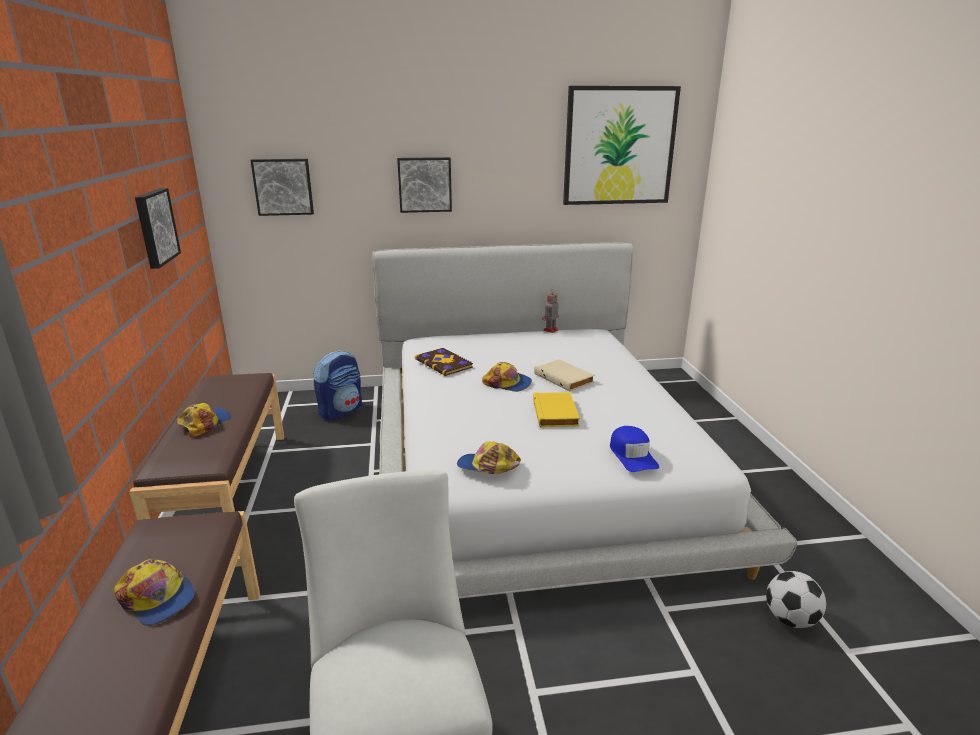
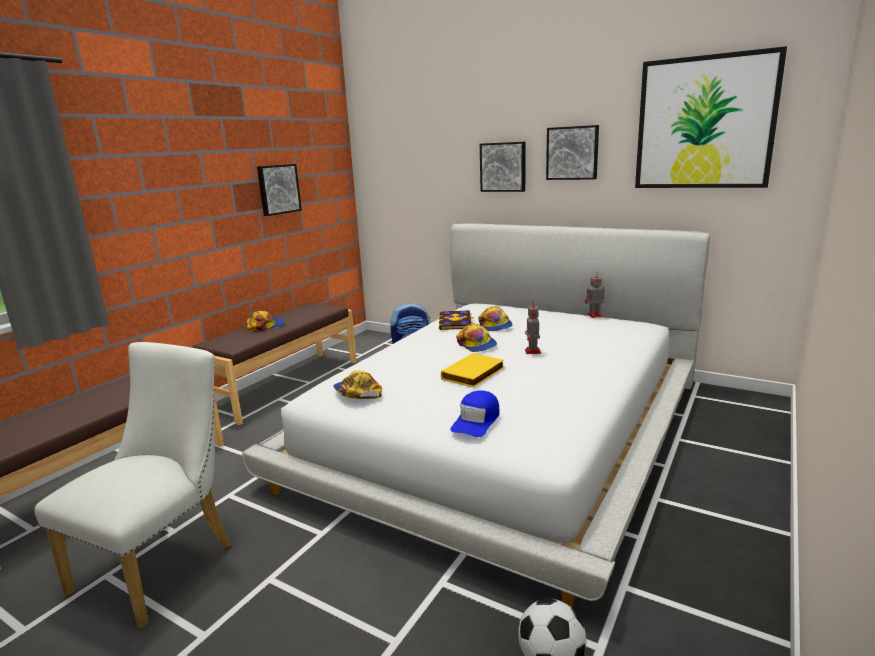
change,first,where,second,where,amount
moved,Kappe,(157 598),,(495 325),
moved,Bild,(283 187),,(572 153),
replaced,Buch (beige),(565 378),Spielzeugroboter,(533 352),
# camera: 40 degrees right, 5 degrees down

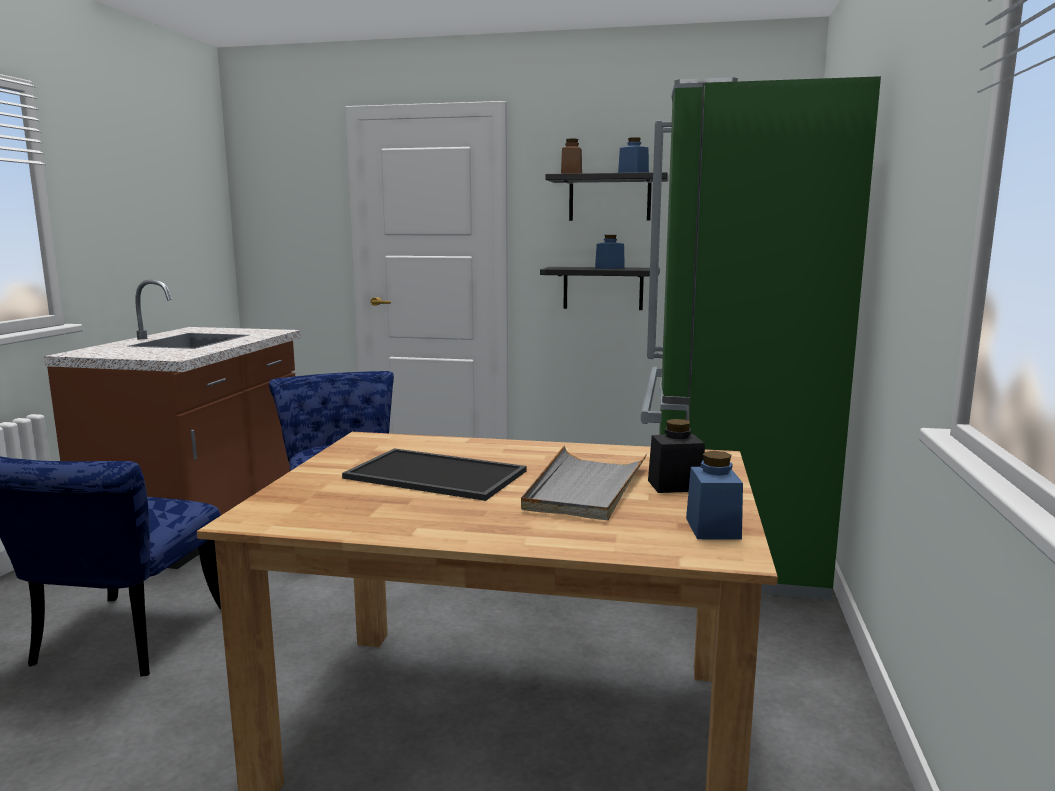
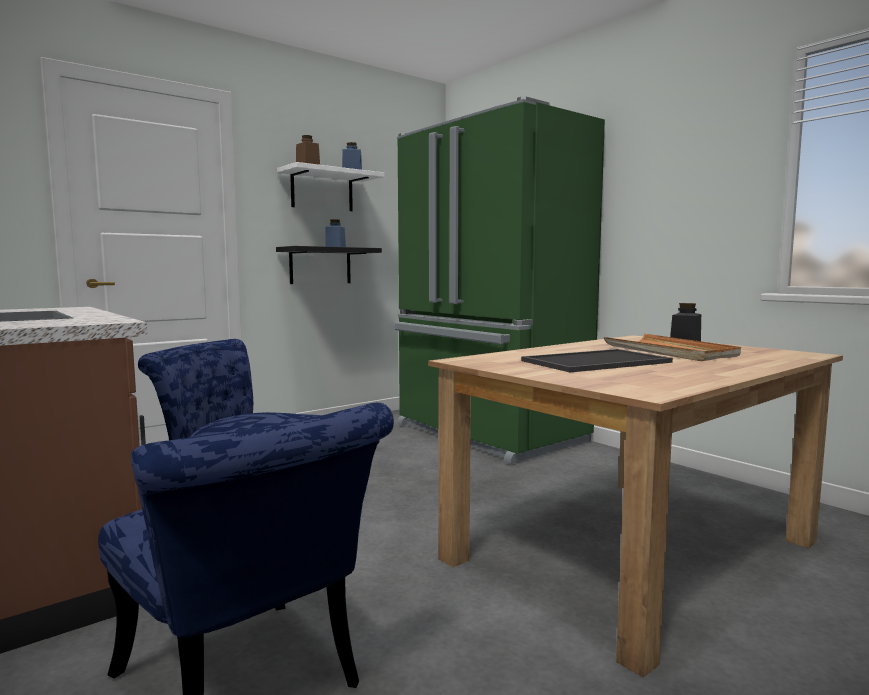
change,first,where,second,where,amount
recoloured,Tablett (grau),(585 488),Tablett (orange),(669 352),
recoloured,Wandregal (schwarz),(609 198),Wandregal (weiß),(322 191),
removed,Vorratsglas (blau),(713 528),,,
# camera: 50 degrees left, 5 degrees down

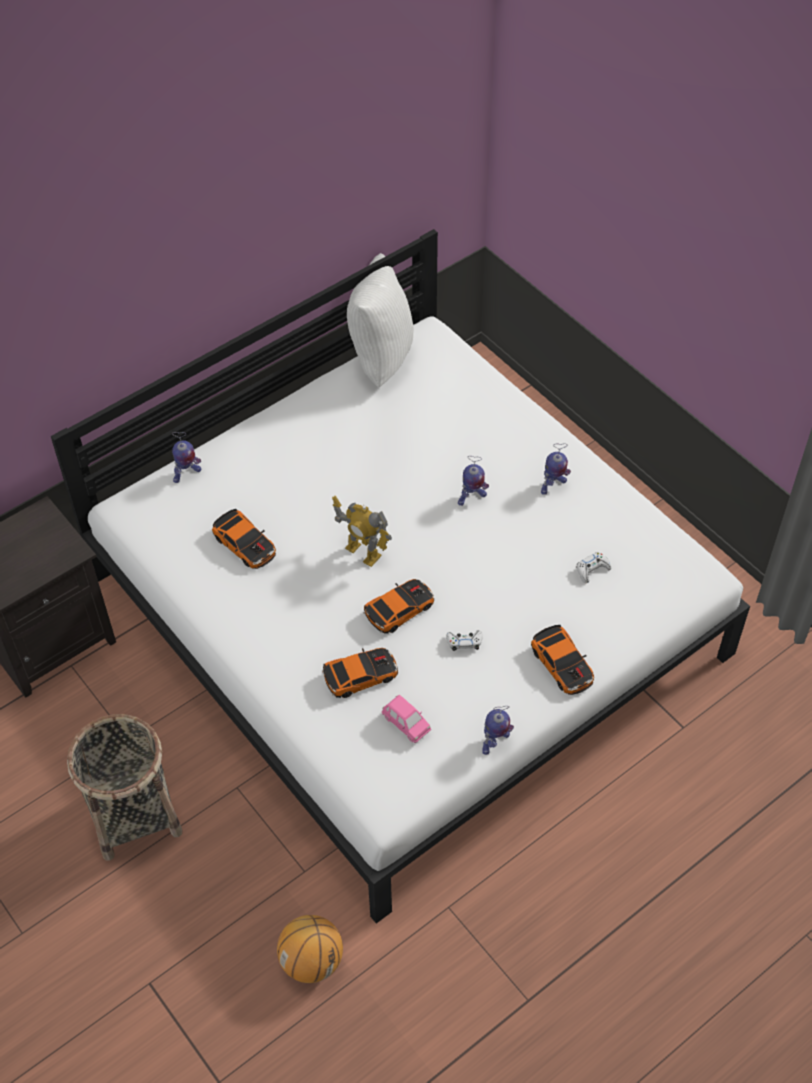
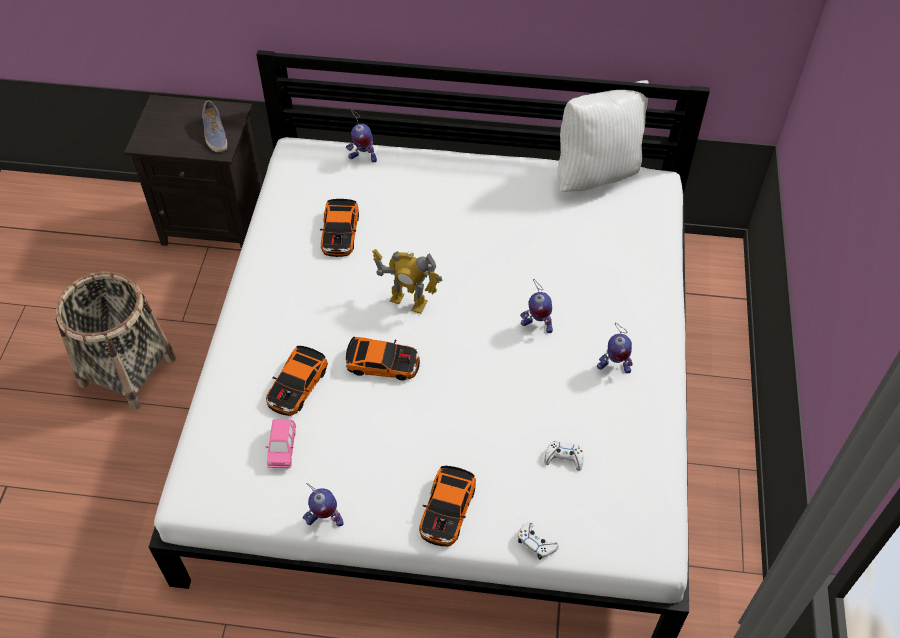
change,first,where,second,where,amount
removed,Basketball,(312 960),,,
turned,Spielzeugauto,(360 675),,(297 385),90 degrees clockwise
turned,Spielzeugroboter,(363 552),,(408 301),60 degrees counterclockwise
moved,Gamepad (weiß),(464 642),,(536 543),
added,,,Schuh,(214 134),
# camera: 45 degrees right, 0 degrees up

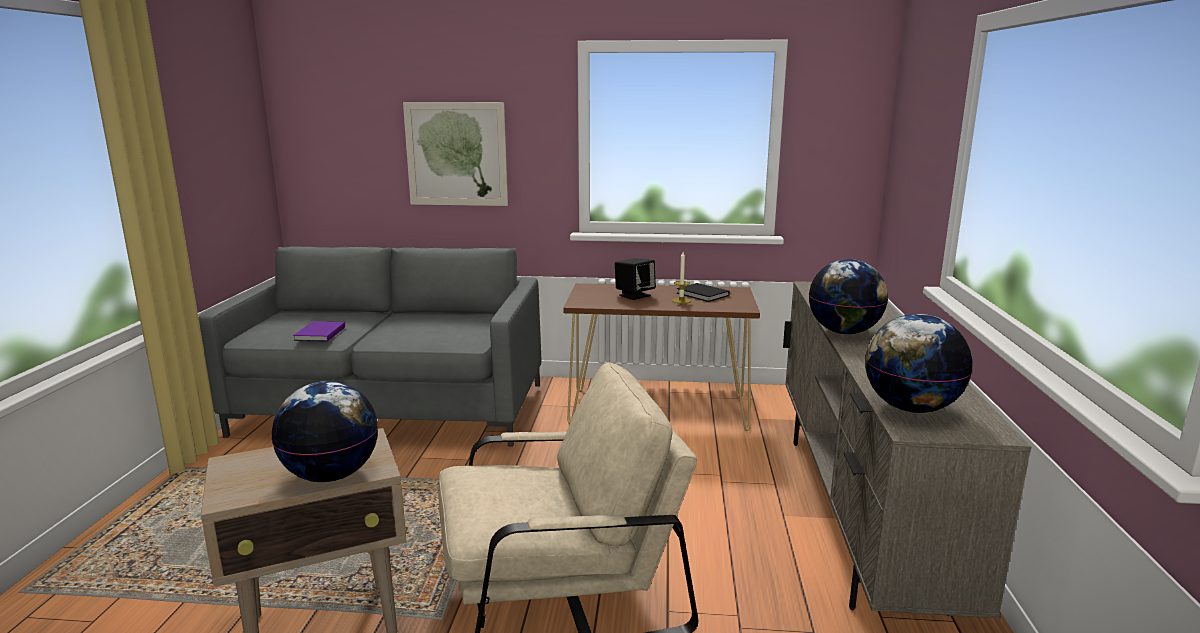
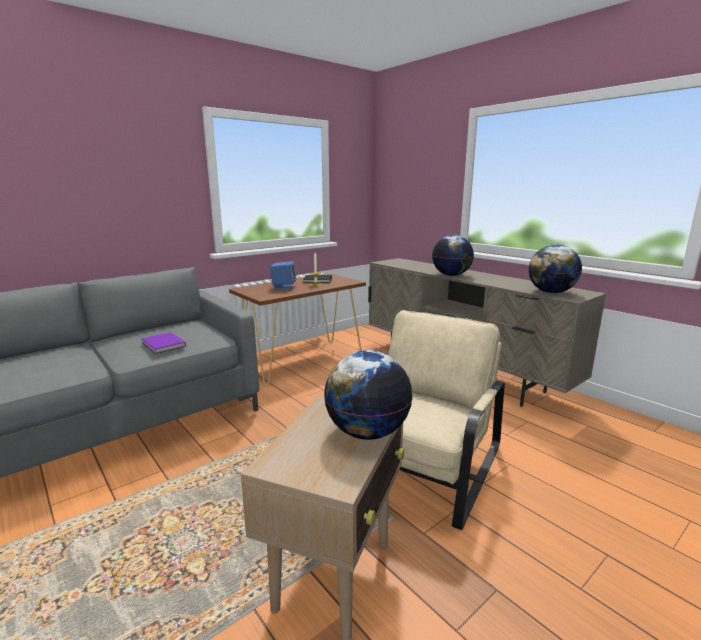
change,first,where,second,where,amount
moved,Buch (lila),(319 334),,(163 345),
removed,Bild,(456 154),,,
recoloured,Lautsprecher (schwarz),(634 295),Lautsprecher (blau),(284 287),
# camera: 45 degrees left, 0 degrees up

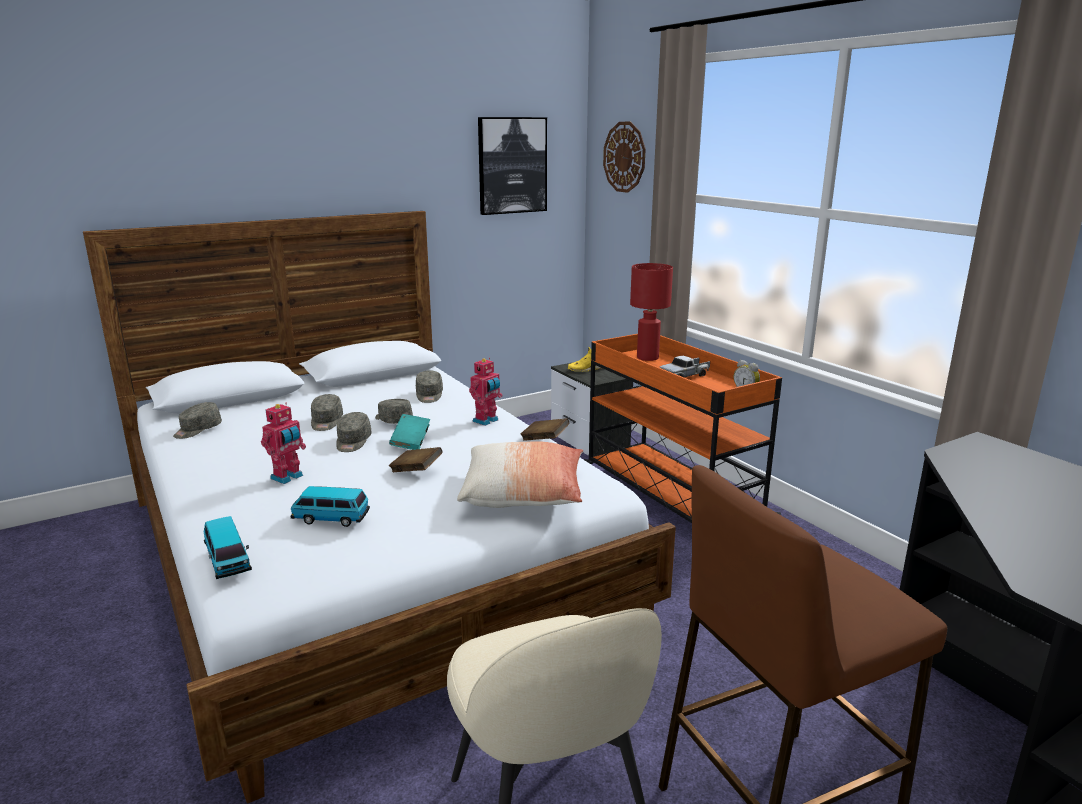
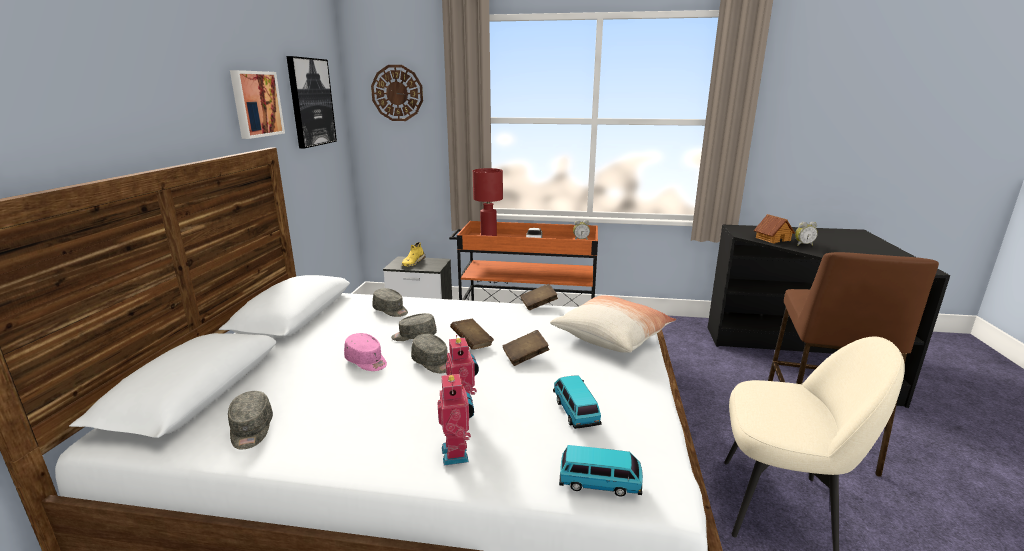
change,first,where,second,where,amount
turned,Spielzeugauto,(331 518),,(575 411),120 degrees clockwise
recoloured,Kappe (grau),(326 422),Kappe (rosa),(367 361),
recoloured,Buch (türkis),(411 442),Buch (braun),(472 343),
moved,Spielzeugroboter,(486 421),,(457 454),
added,,,Bild,(255 104),
added,,,Spielzeughaus,(772 239),
added,,,Wecker,(803 245),
# camera: 50 degrees left, 0 degrees up

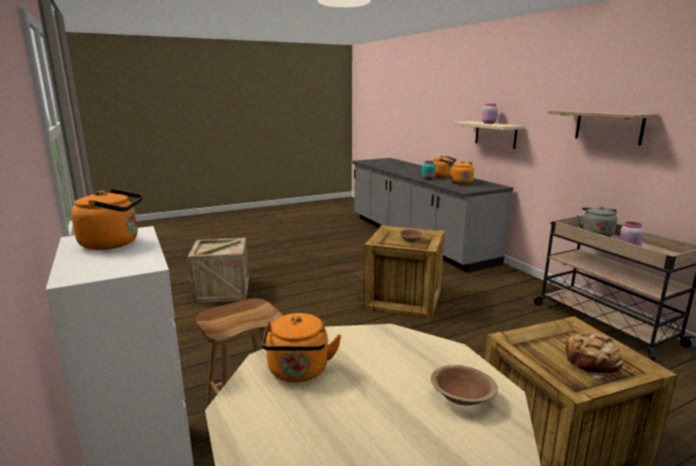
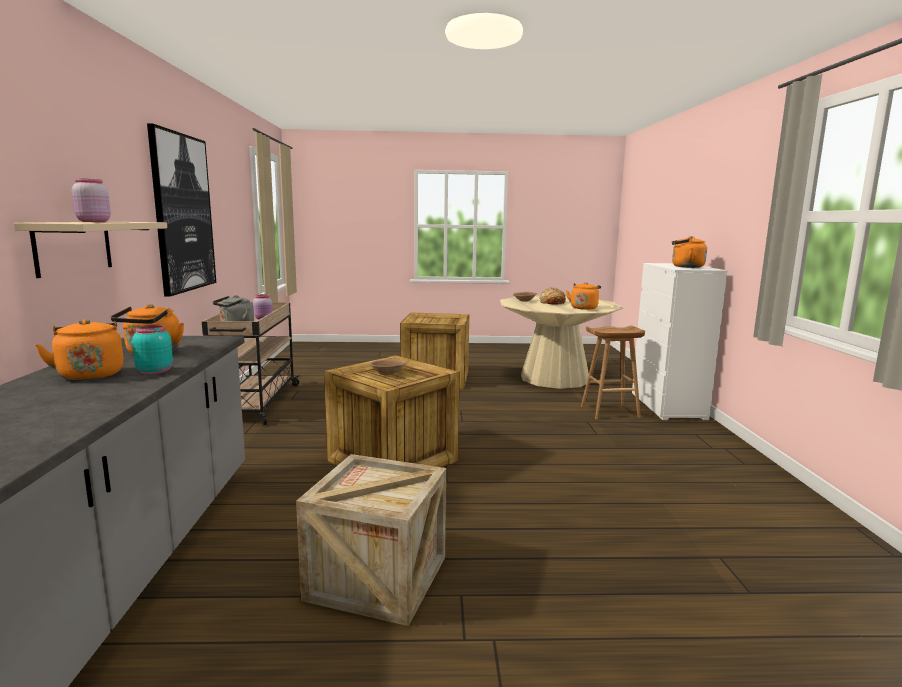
change,first,where,second,where,amount
moved,Kiste,(222 291),,(377 578),
replaced,Wandregal,(608 126),Bild,(183 213),
moved,Brot,(592 363),,(552 302),
# camera: 155 degrees left, 5 degrees down

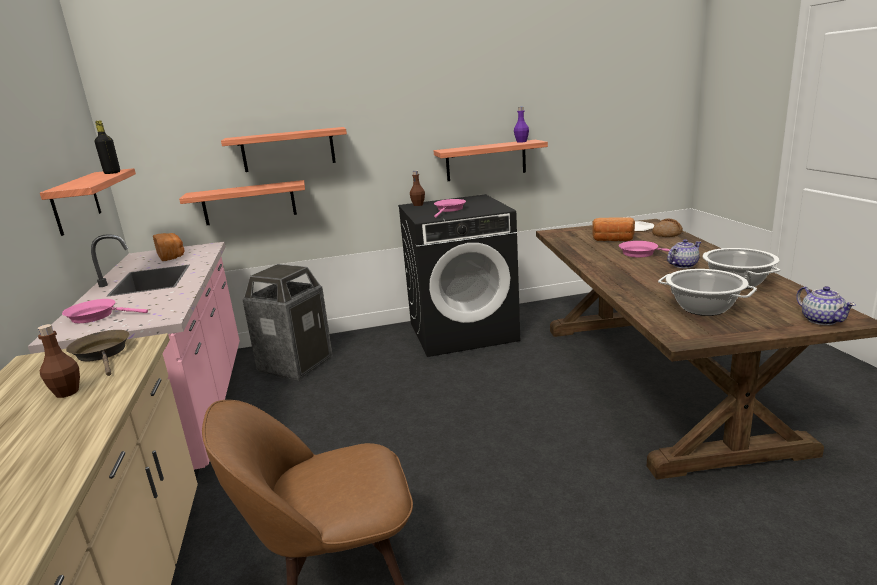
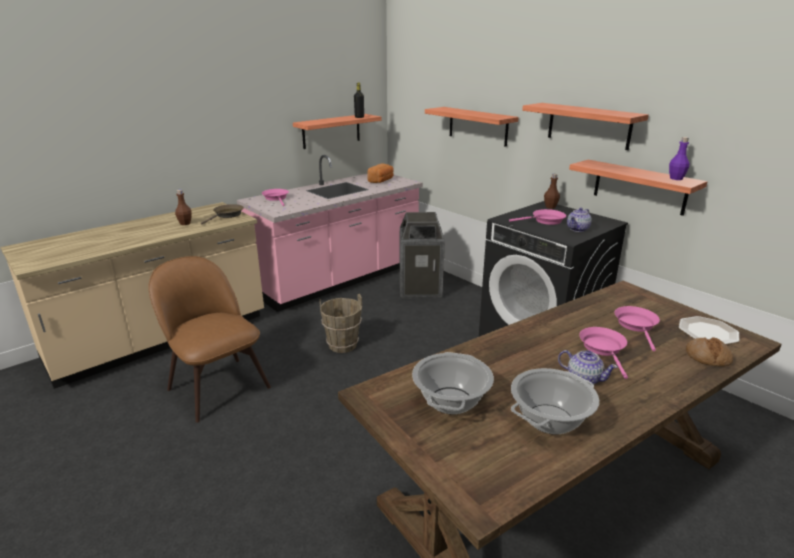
change,first,where,second,where,amount
moved,Wandregal,(249 203),,(588 125),
replaced,Brot,(613 240),Pfanne (rosa),(637 326),
moved,Teekanne,(821 320),,(578 229),
added,,,Eimer (braun),(343 345),
# camera: 60 degrees right, 5 degrees up

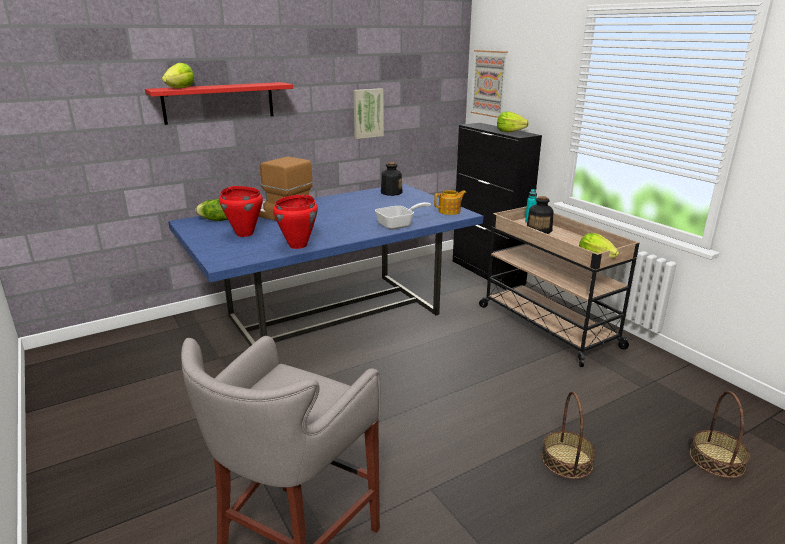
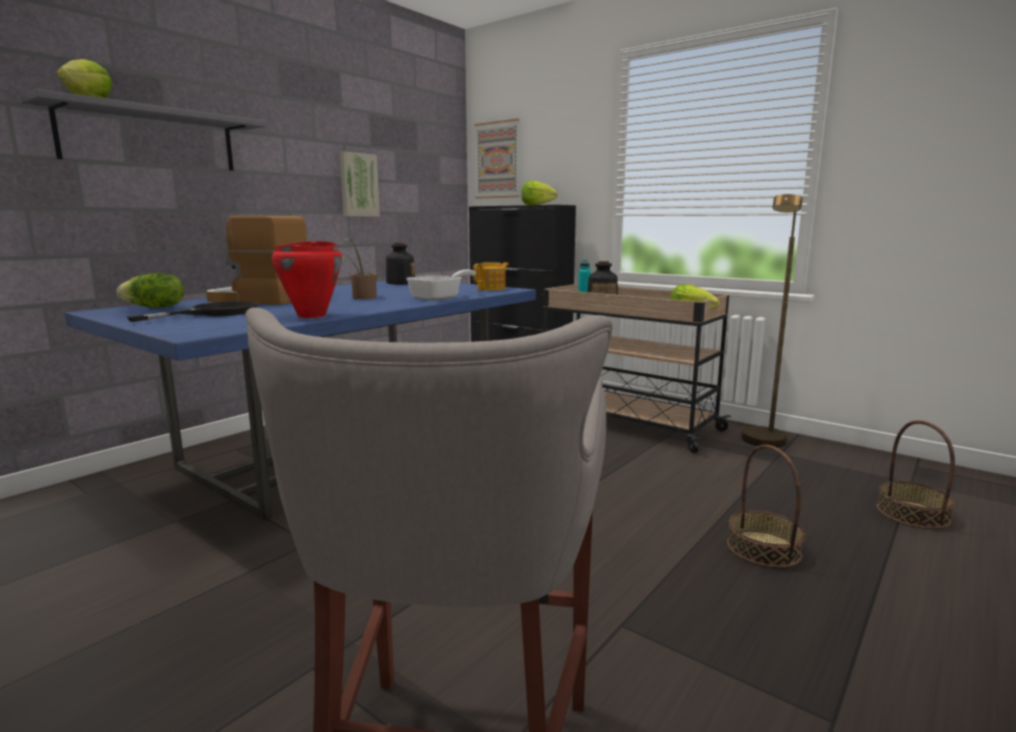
change,first,where,second,where,amount
recoloured,Wandregal (rot),(219 102),Wandregal (grau),(150 138),
replaced,Kochtopf (rot),(245 234),Pfanne (schwarz),(214 313),
added,,,Topfpflanze,(362 298),
added,,,Stehlampe (braun),(763 444),
# camera: 20 degrees left, 10 degrees down

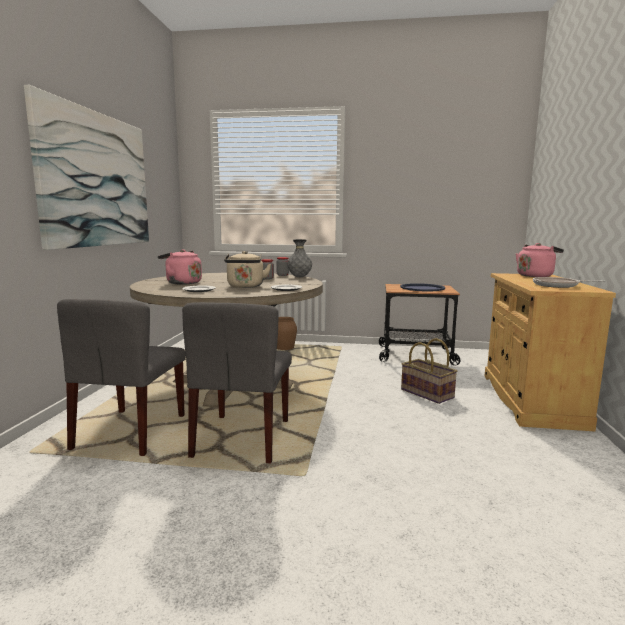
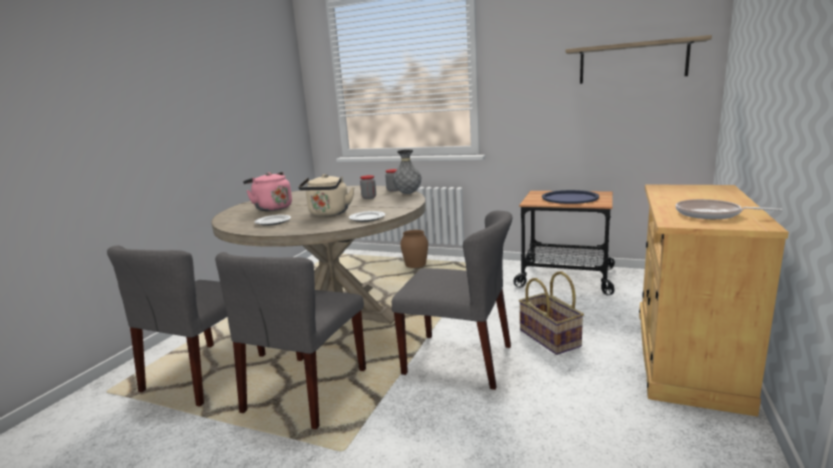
change,first,where,second,where,amount
removed,Bild,(97 180),,,
removed,Wasserkessel (rosa),(535 276),,,
added,,,Stuhl (grau),(459 359),
added,,,Wandregal,(632 62),
# camera: 15 degrees right, 5 degrees up

